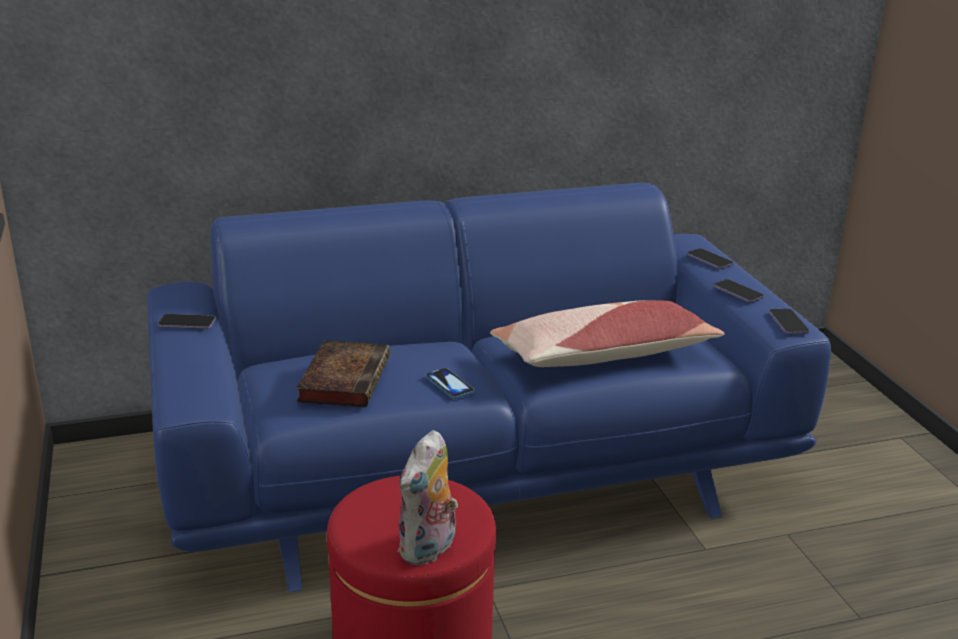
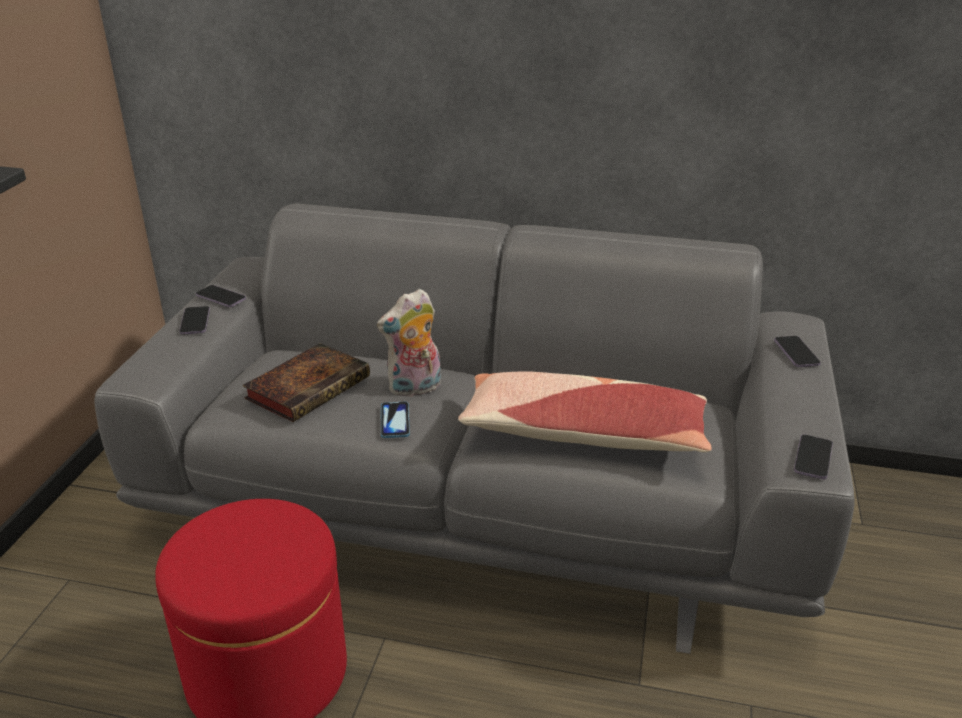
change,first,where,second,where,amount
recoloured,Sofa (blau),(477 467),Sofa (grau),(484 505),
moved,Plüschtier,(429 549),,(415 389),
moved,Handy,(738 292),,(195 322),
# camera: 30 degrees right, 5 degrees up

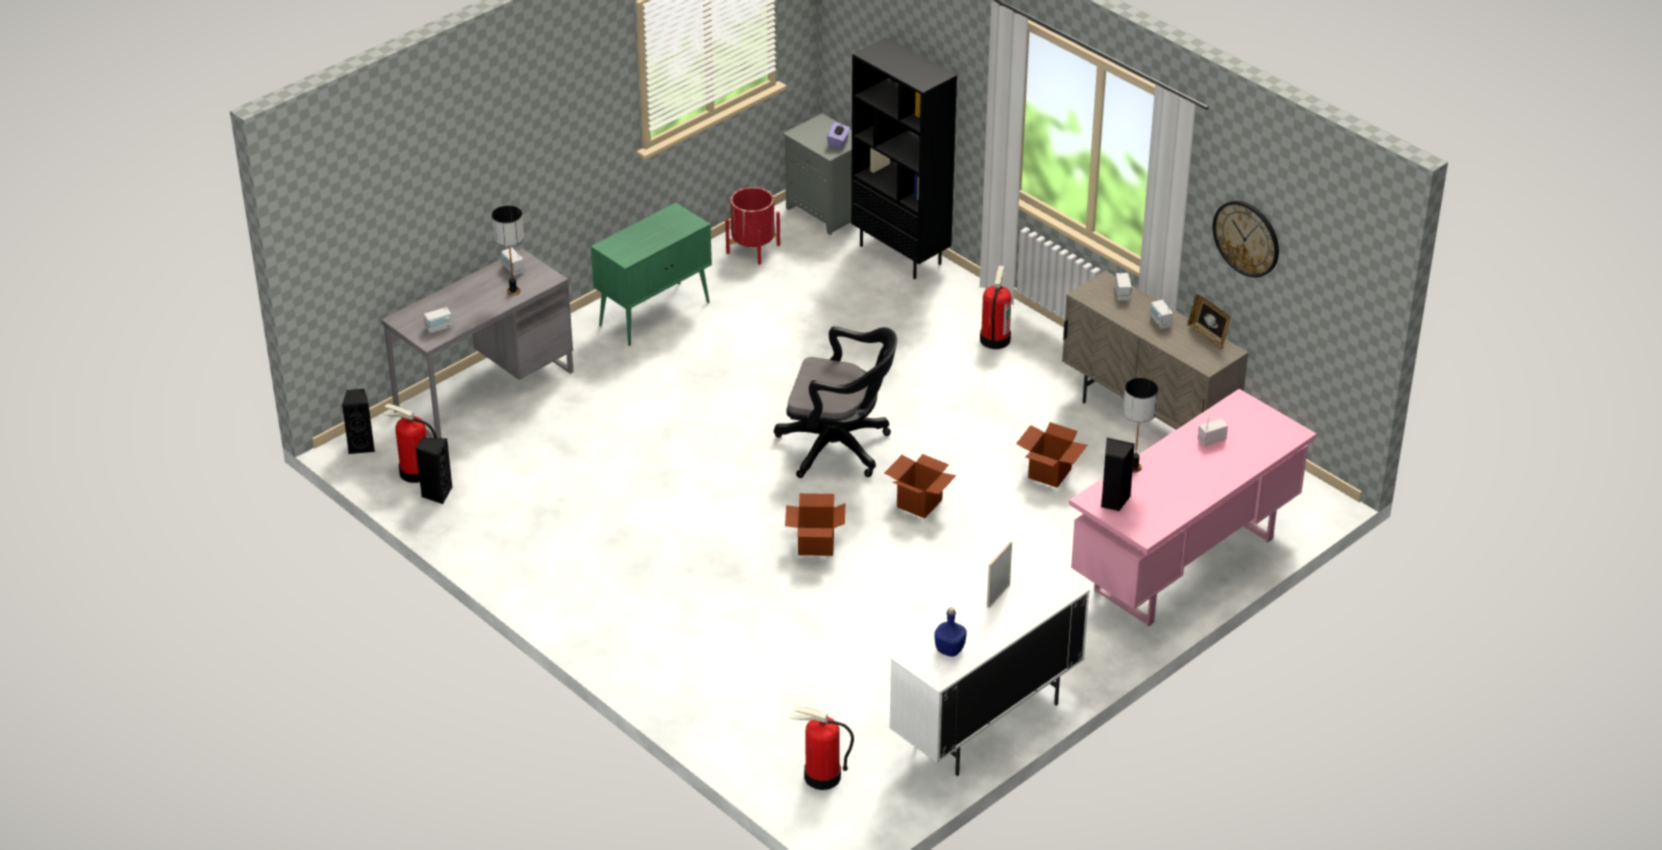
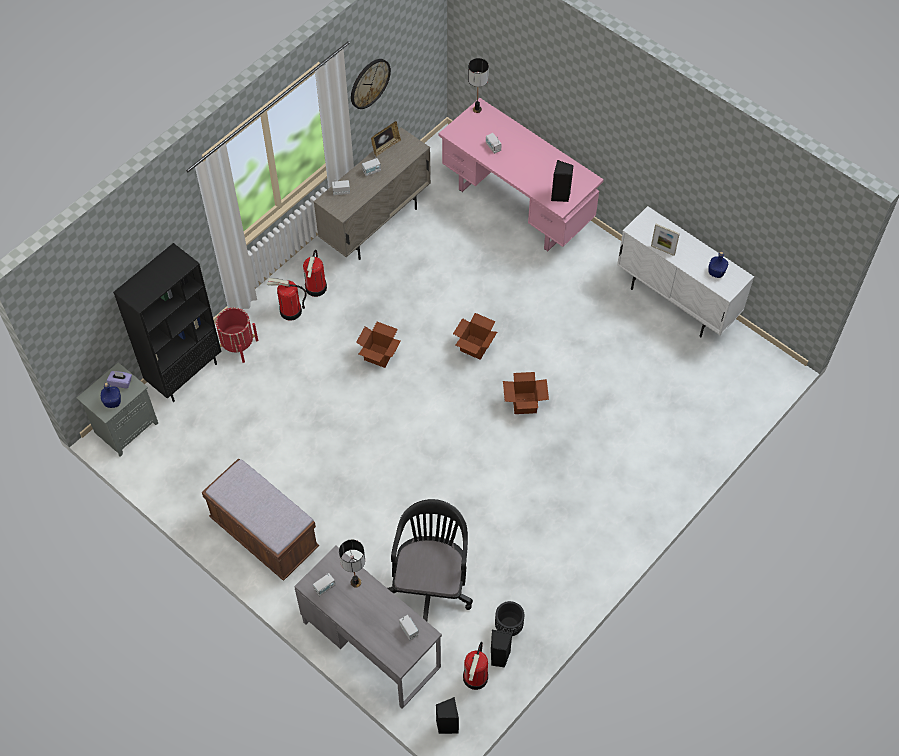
change,first,where,second,where,amount
replaced,Schrank (grün),(655 313),Bank (braun),(264 534),
moved,Pflanzkübel (rot),(753 249),,(238 346),
moved,Bürostuhl (schwarz),(839 448),,(431 583),
moved,Feuerlöscher,(822 777),,(316 288),
moved,Karton,(1049 473),,(379 355),
moved,Tischlampe,(1134 468),,(477 109),
added,,,Flasche (blau),(113 402),
added,,,Pflanzkübel (schwarz),(508 626),
# camera: 95 degrees left, 20 degrees up

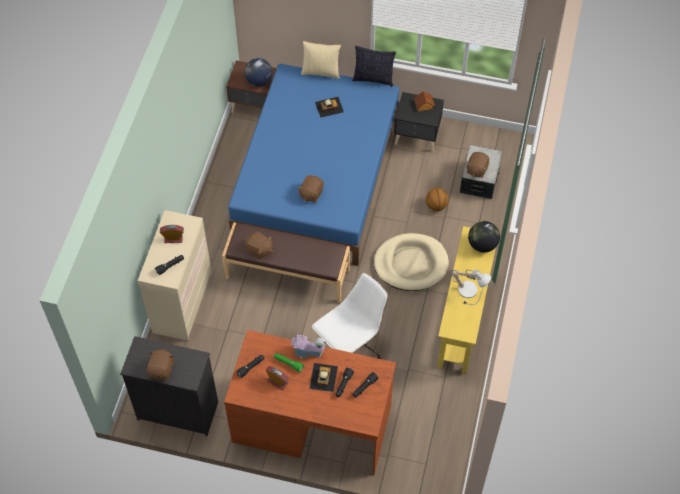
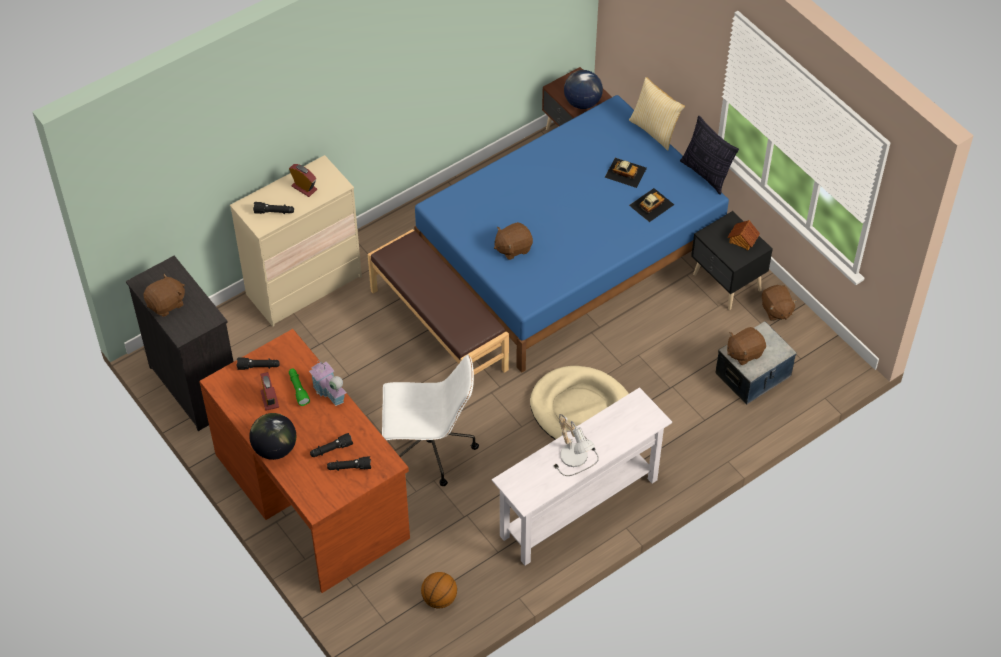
change,first,where,second,where,amount
moved,Plüschtier (braun),(259 250),,(776 310),
moved,Spielzeugauto,(323 377),,(651 205),
moved,Basketball,(436 206),,(439 599),
recoloured,Konsolentisch (gelb),(463 320),Konsolentisch (weiß),(579 508),
moved,Globus,(482 245),,(275 448),
# camera: 40 degrees right, 5 degrees down

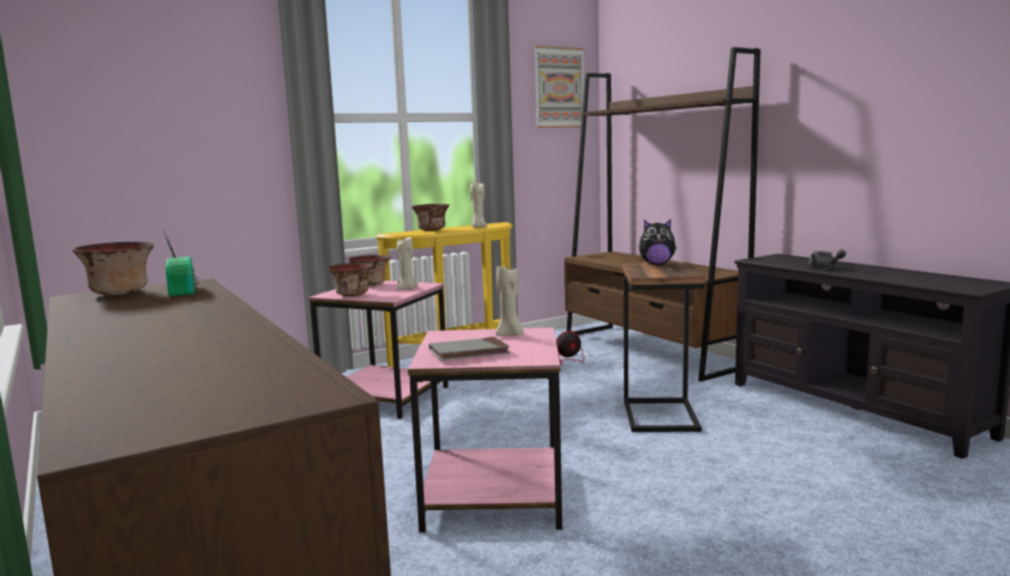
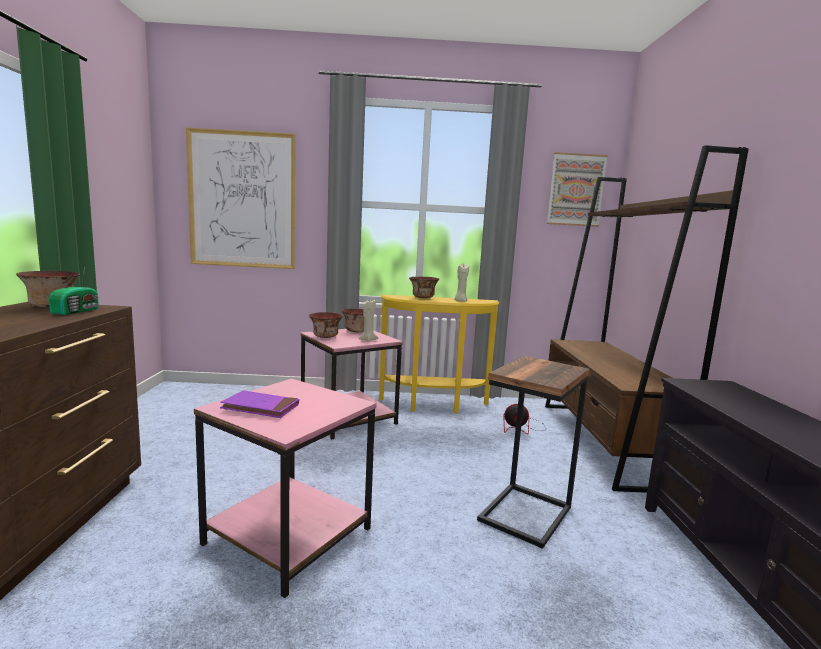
change,first,where,second,where,amount
recoloured,Buch (grau),(469 353),Buch (lila),(260 407),
removed,Kerze (beige),(510 335),,,
removed,Plüschtier,(656 264),,,
removed,Teekanne (grau),(824 268),,,
added,,,Bild,(242 200),
# camera: 30 degrees right, 0 degrees up

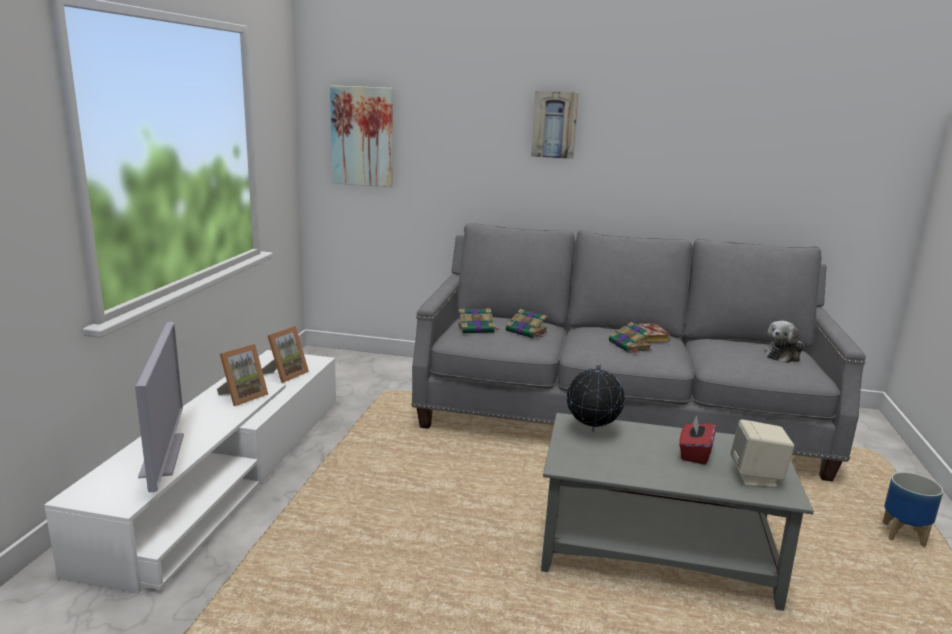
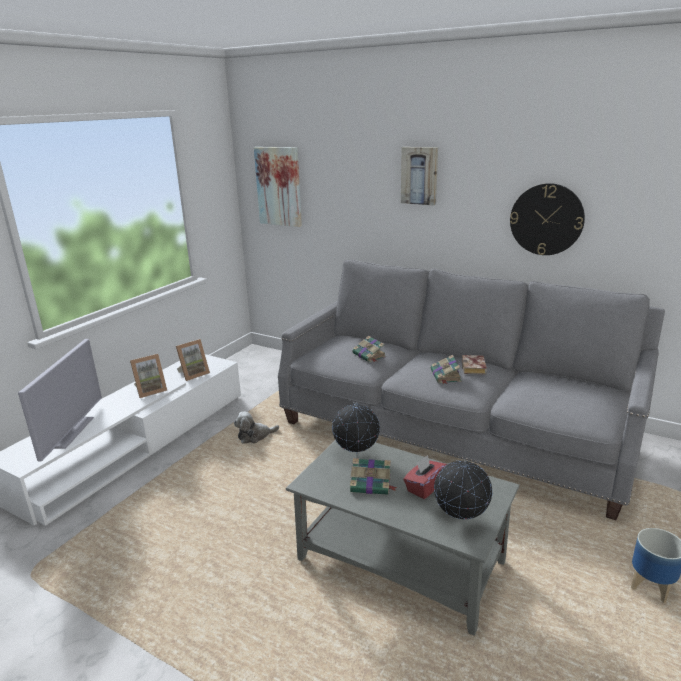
change,first,where,second,where,amount
moved,Buch,(477 329),,(372 484),
replaced,Lautsprecher (beige),(756 477),Globus,(460 518),
moved,Plüschtier,(783 356),,(255 436),
added,,,Wanduhr,(546 219),
# camera: 20 degrees right, 5 degrees up

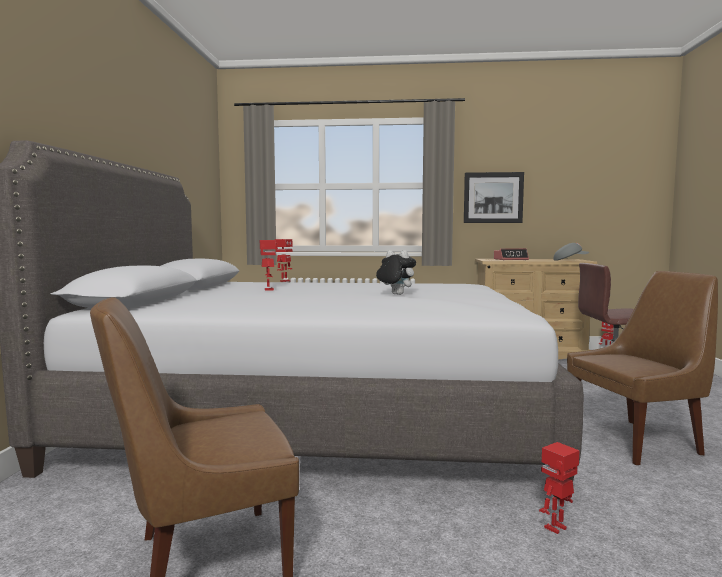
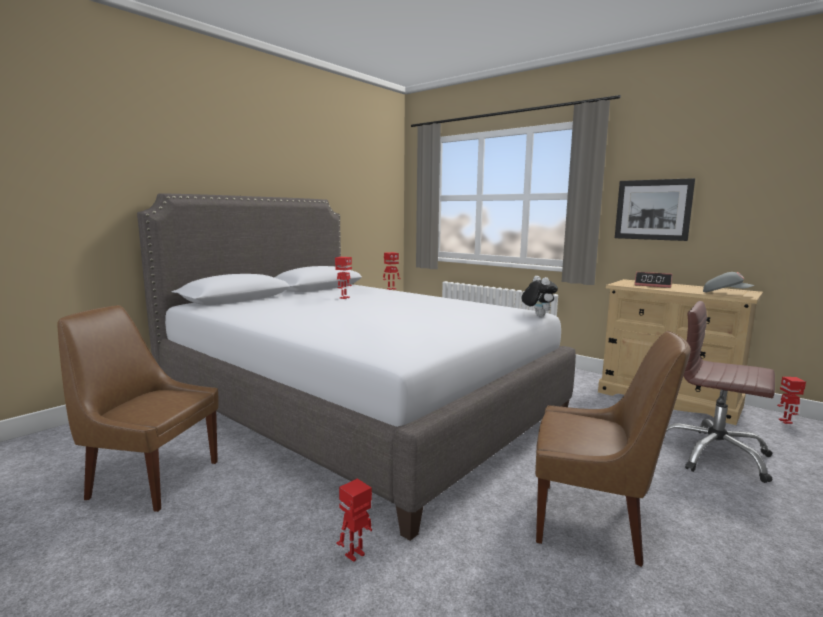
change,first,where,second,where,amount
moved,Plüschtier,(395 294),,(537 315),
turned,Spielzeugroboter,(556 528),,(356 555),45 degrees counterclockwise
# camera: 35 degrees right, 5 degrees up

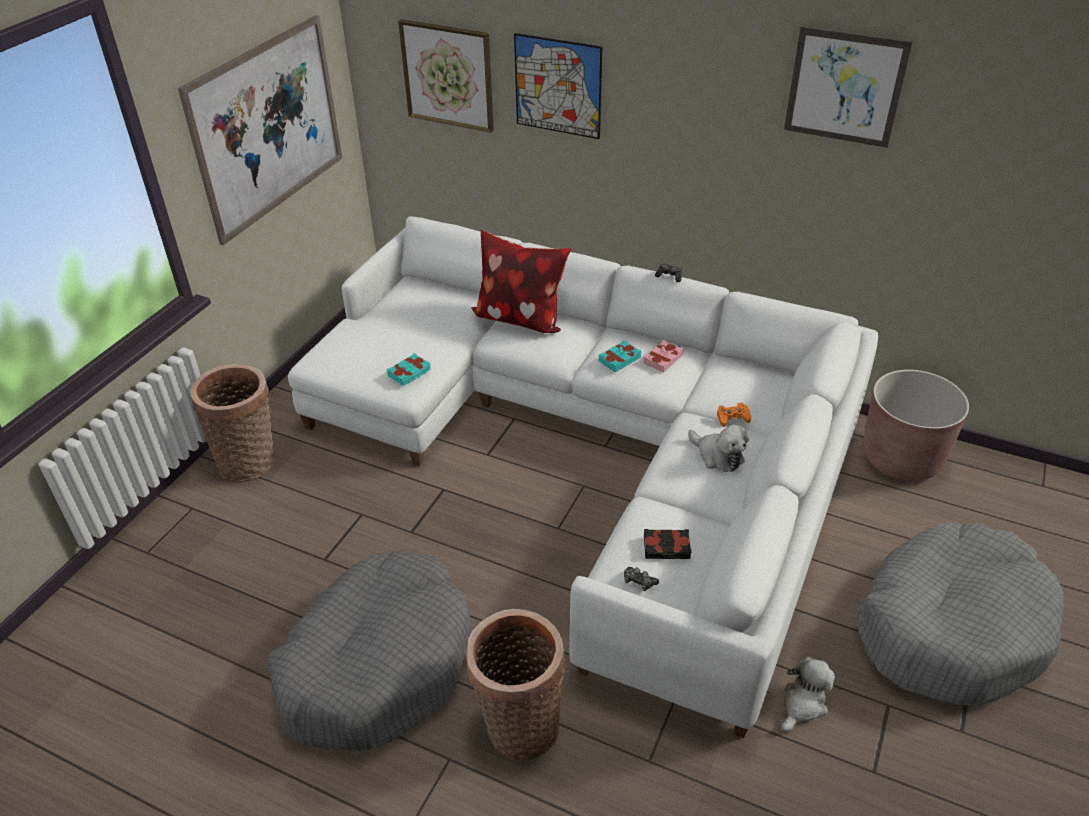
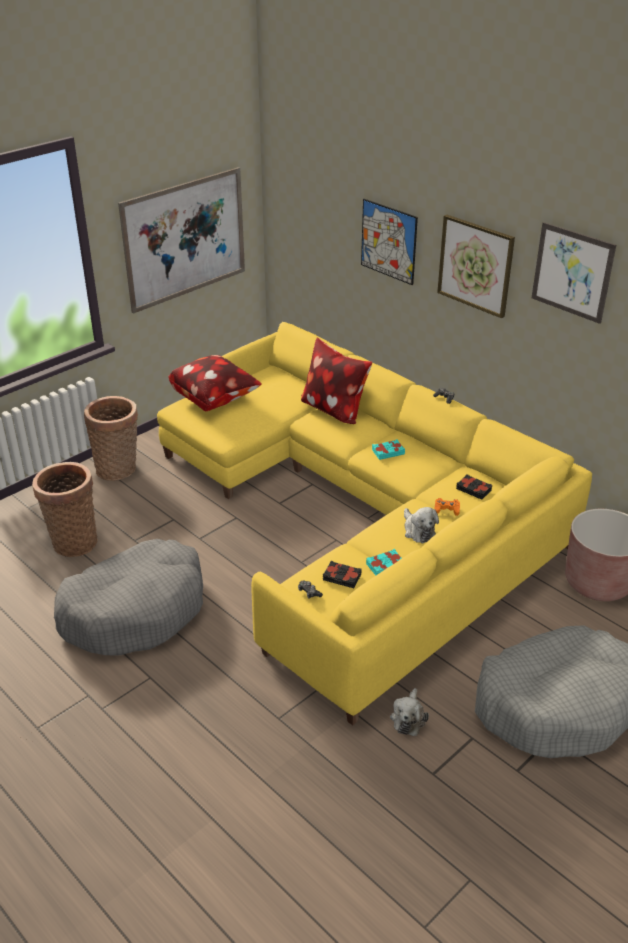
change,first,where,second,where,amount
recoloured,Sofa (weiß),(598 447),Sofa (gelb),(362 517),
moved,Buch (türkis),(409 373),,(385 566),
moved,Bild,(448 75),,(475 265),
moved,Korb,(518 724),,(73 541),
removed,Buch (rosa),(662 359),,,
turned,Plüschtier,(802 704),,(408 718),135 degrees clockwise
added,,,Kissen,(215 399),
added,,,Buch (schwarz),(474 489),
# camera: 20 degrees right, 5 degrees down

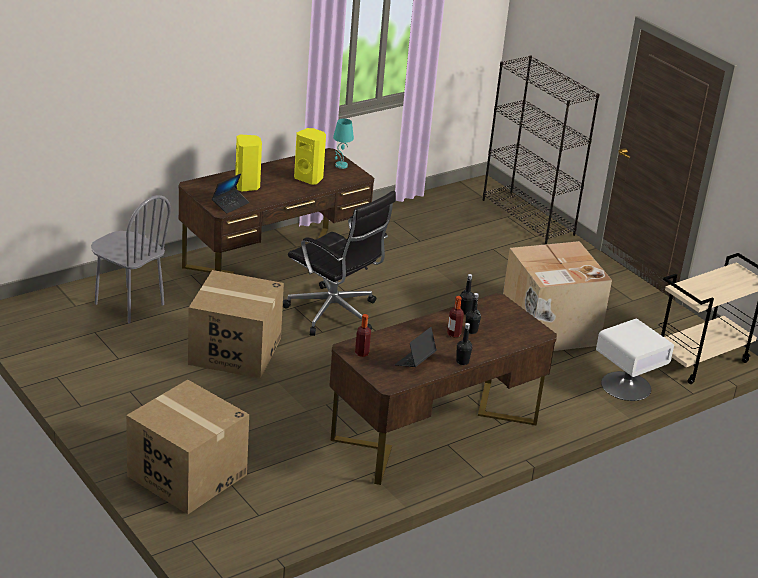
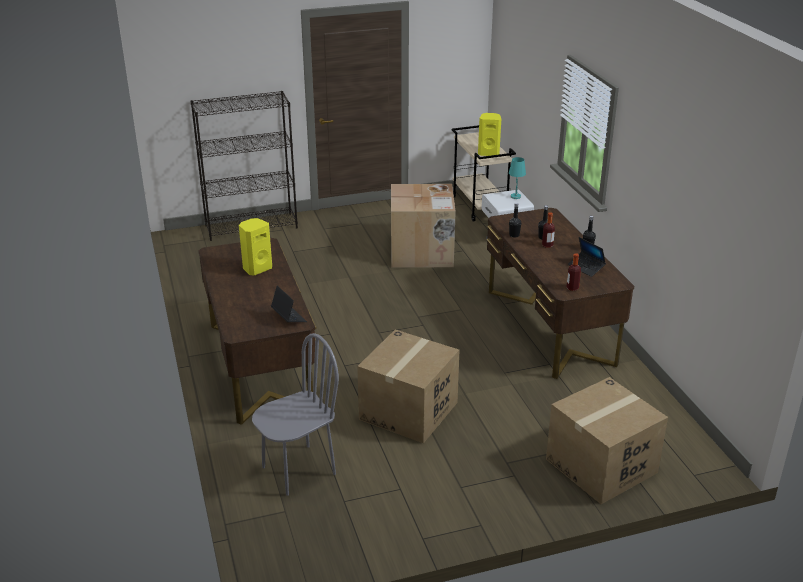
change,first,where,second,where,amount
moved,Lautsprecher (gelb),(247 186),,(488 153),
removed,Bürostuhl (schwarz),(334 314),,,
moved,Tischlampe (türkis),(341 165),,(516 196),
# camera: 70 degrees left, 0 degrees up

